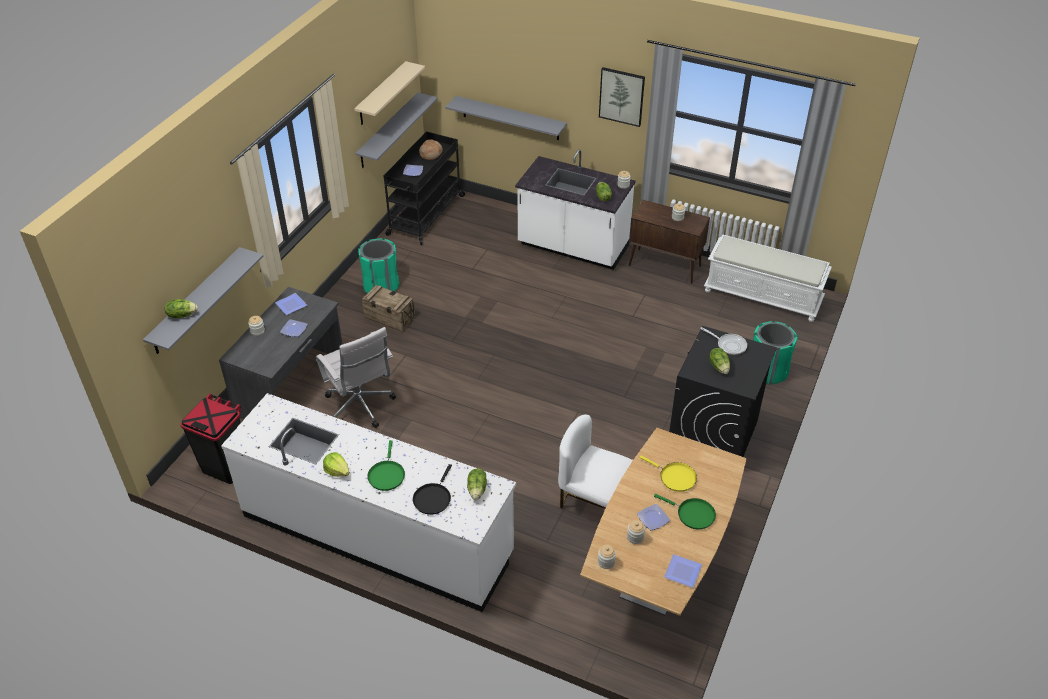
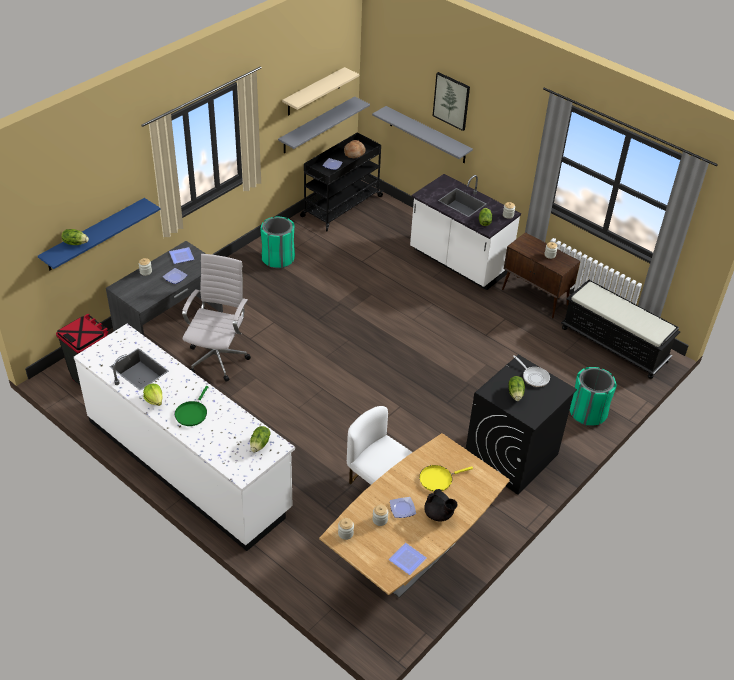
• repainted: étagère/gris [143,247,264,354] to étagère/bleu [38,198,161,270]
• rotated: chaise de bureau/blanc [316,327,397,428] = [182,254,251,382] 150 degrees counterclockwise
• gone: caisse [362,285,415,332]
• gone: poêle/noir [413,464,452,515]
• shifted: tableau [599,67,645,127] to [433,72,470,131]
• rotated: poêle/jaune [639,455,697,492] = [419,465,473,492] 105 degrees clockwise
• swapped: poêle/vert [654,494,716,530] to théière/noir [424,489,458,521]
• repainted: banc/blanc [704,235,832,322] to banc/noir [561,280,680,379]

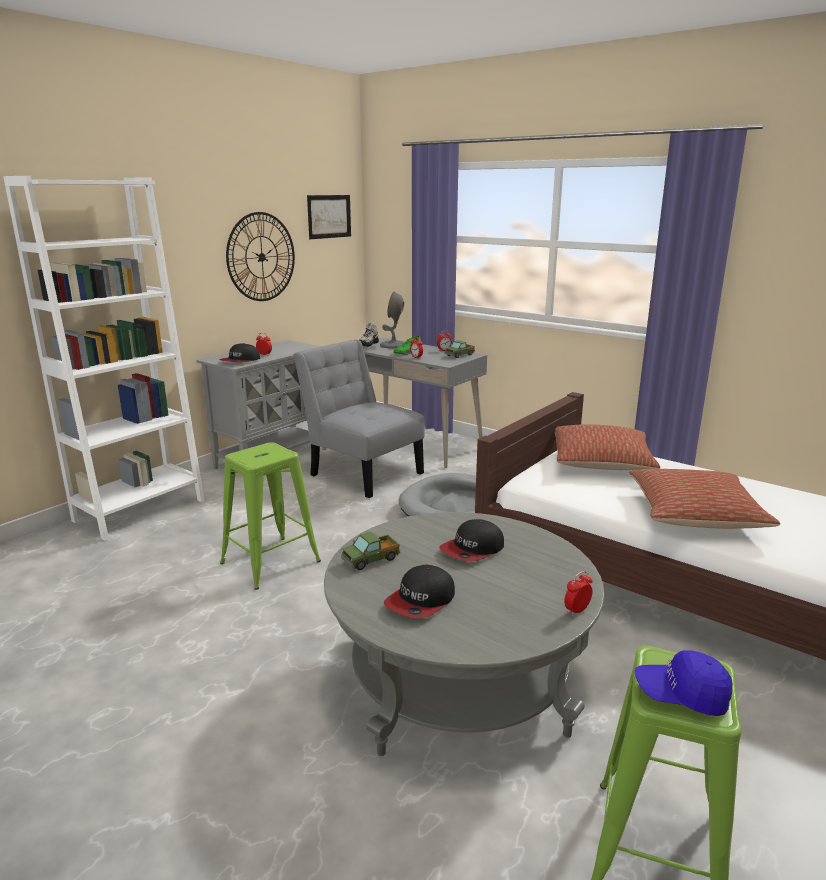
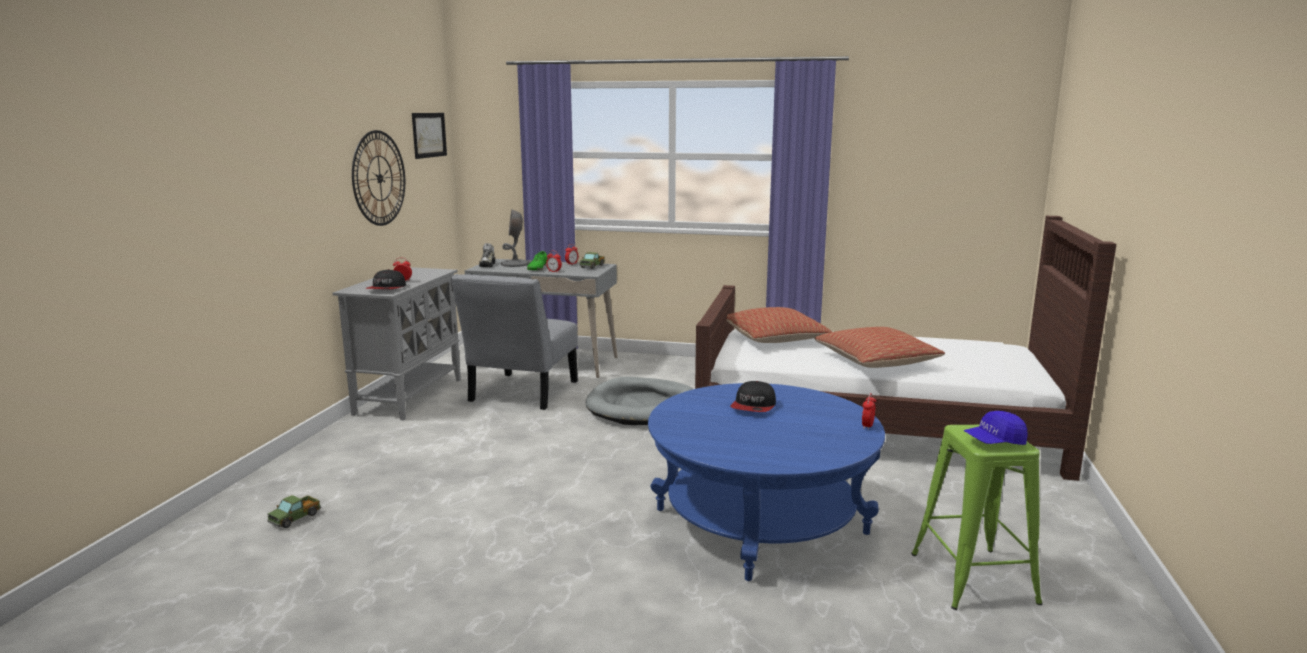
• gone: bibliothèque/blanc [3,176,205,541]
• gone: tabouret/vert [220,442,321,590]
• rotated: chaise/gris [293,340,425,498] = [451,274,578,410] 90 degrees counterclockwise
• repainted: table basse/gris [324,512,604,756] to table basse/bleu [648,383,885,581]
• shifted: camion jouet [341,532,400,570] to [267,495,321,528]
• gone: casquette [384,565,455,618]

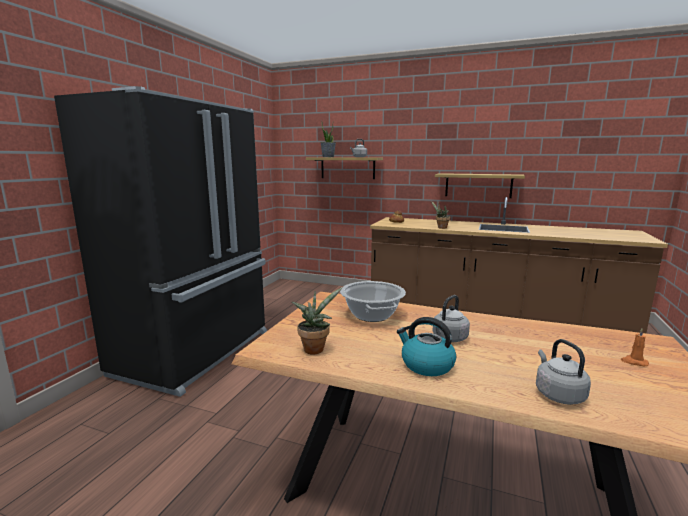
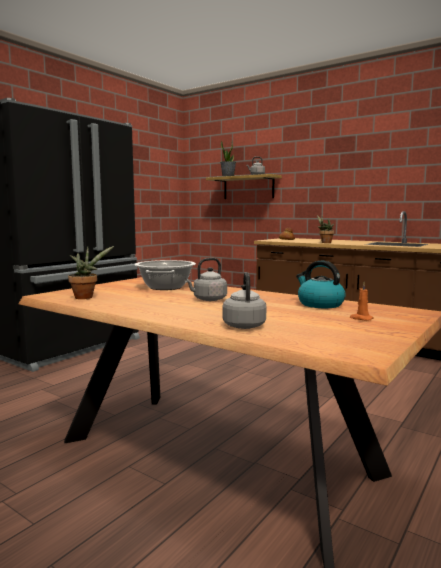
• shifted: bouilloire [397,317,456,376] to [296,261,346,308]
• gone: étagère [435,173,525,198]

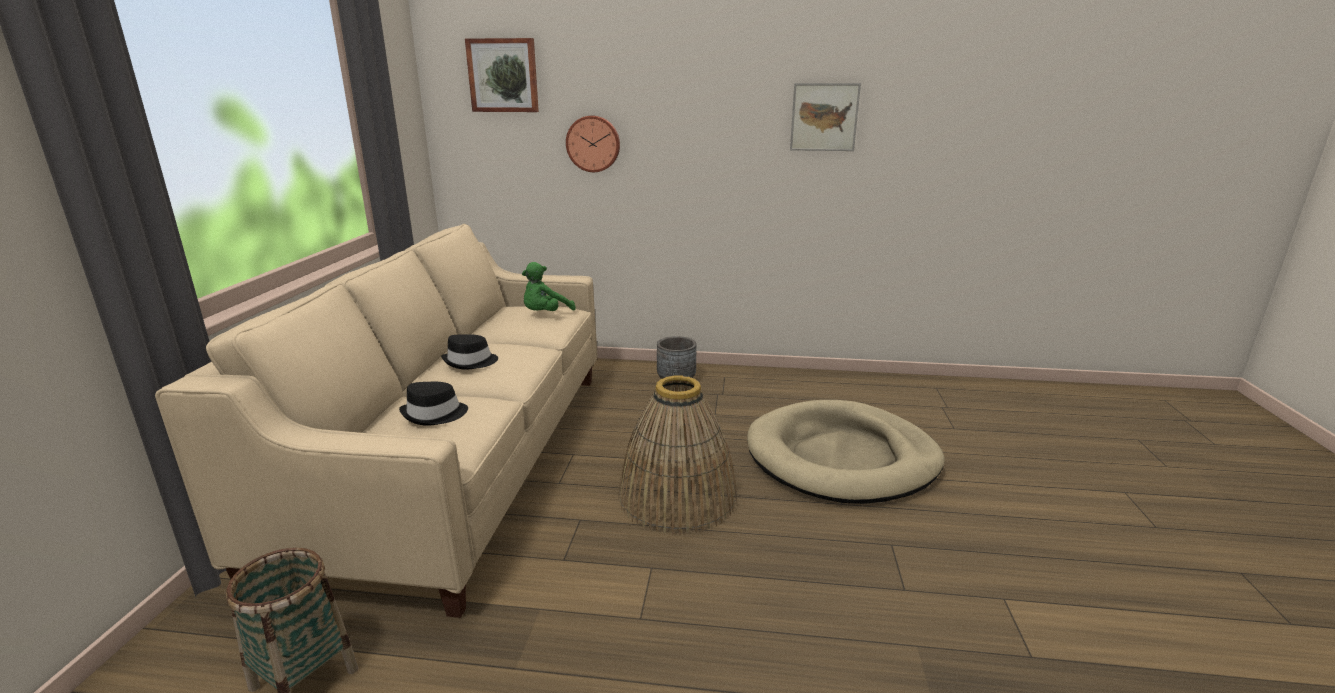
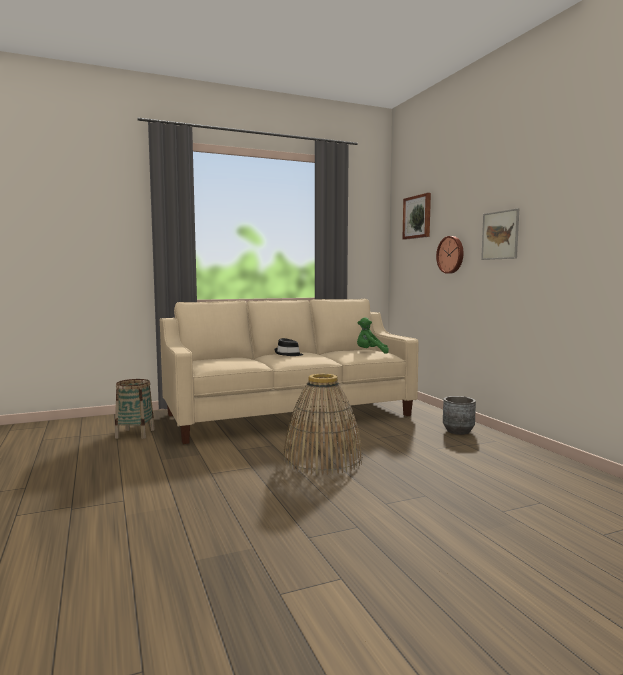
• gone: chapeau/noir [399,382,468,426]
• gone: panier pour chien/beige [747,400,945,504]
• shifted: tableau [790,83,861,151] to [481,208,519,260]

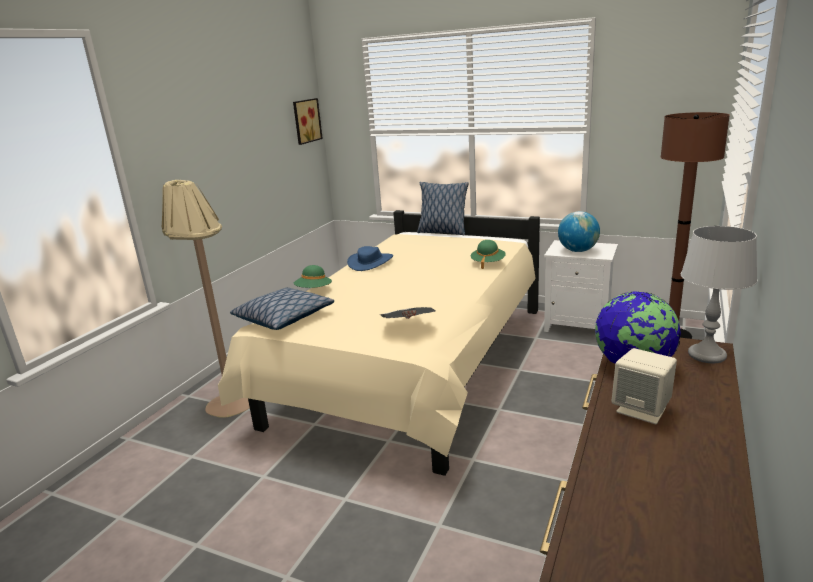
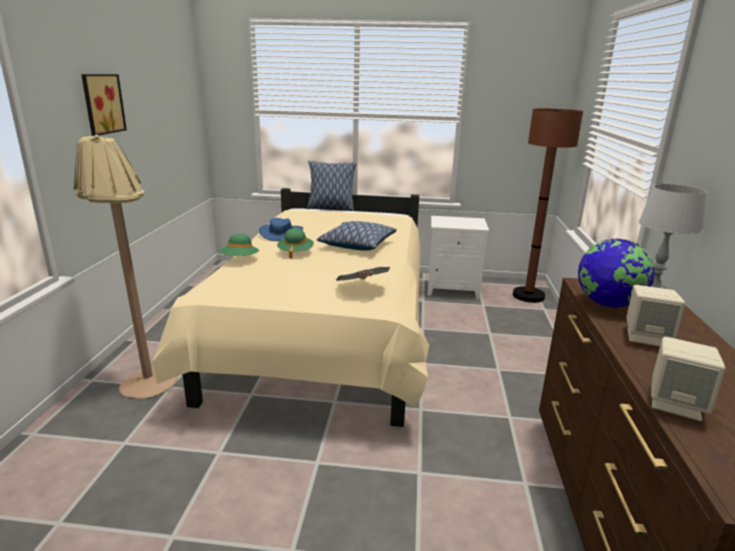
• shifted: coussin [230,287,334,330] to [317,221,397,251]
• shifted: tableau [293,98,323,145] to [81,74,127,136]
• shifted: chapeau/vert [471,240,506,269] to [277,228,314,259]
• gone: globe [558,211,600,252]
• new: enceinte/beige [651,337,725,422]

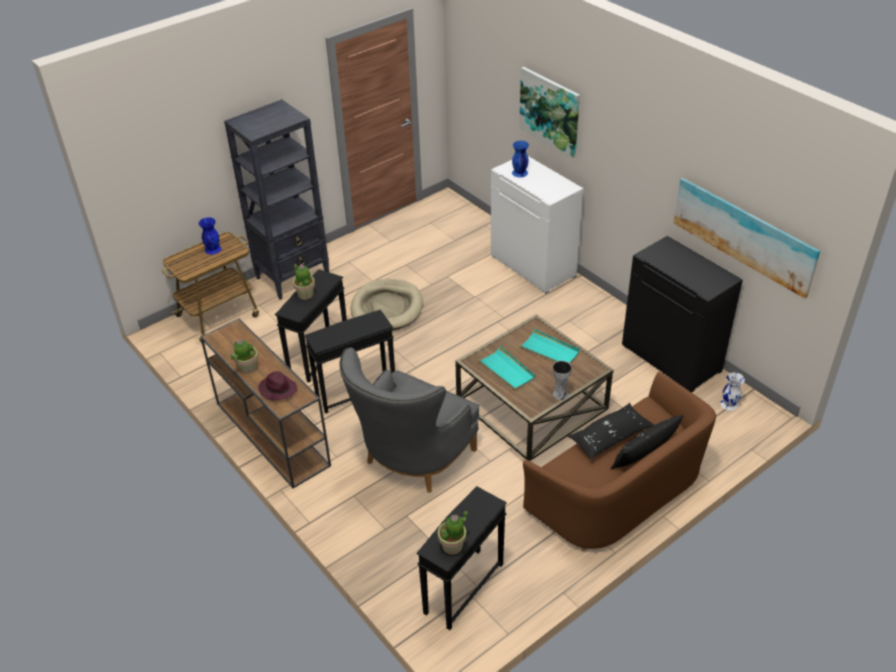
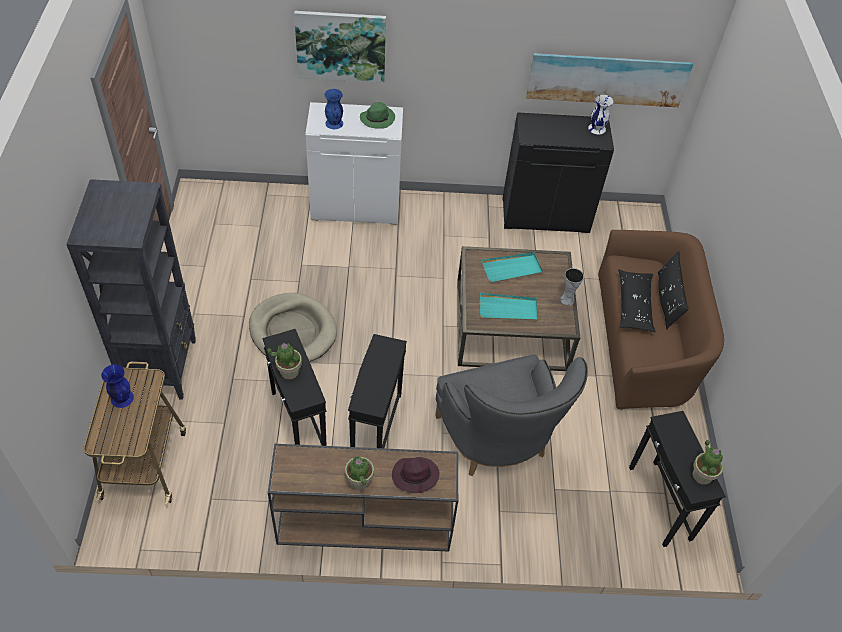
• shifted: vase/blanc [720,372,745,411] to [588,95,613,134]
• new: chapeau/vert [360,102,395,129]

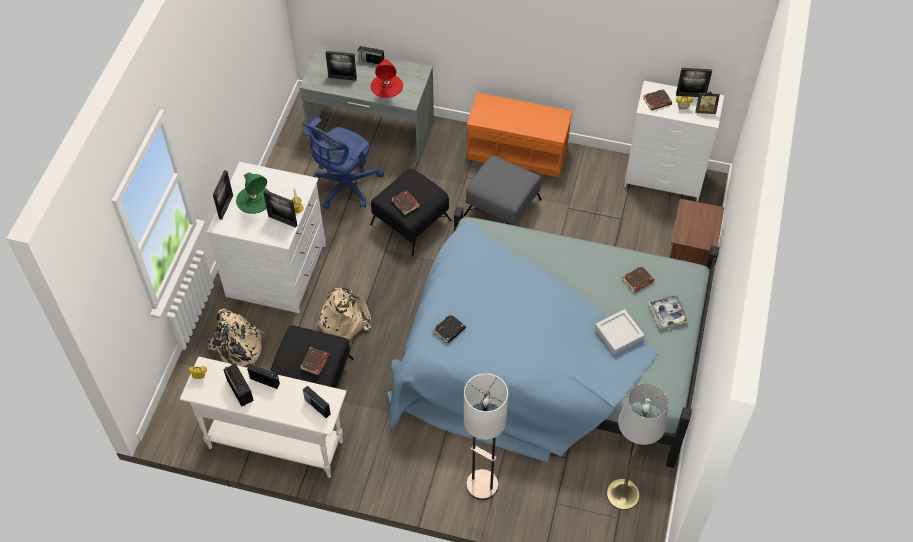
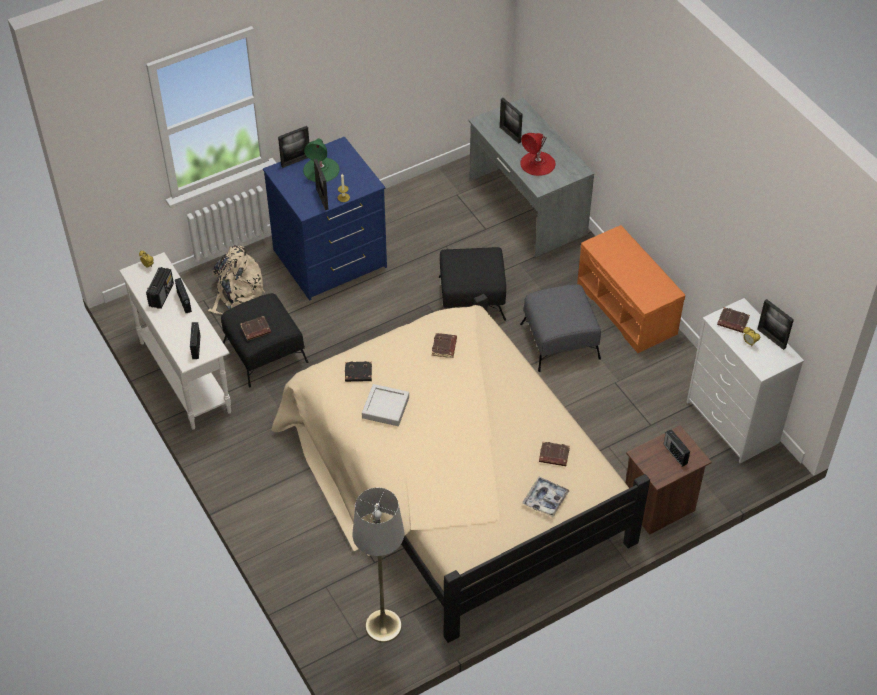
• repainted: commode/blanc [207,162,326,313] to commode/bleu [263,137,387,300]
• gone: chaise de bureau/bleu [301,117,384,209]
• gone: sac à dos/beige [315,287,372,340]
• shifted: radio [358,46,384,65] to [663,429,690,467]
• repainted: lit/bleu [387,207,719,468] to lit/beige [272,294,650,643]
• shifted: livre/marron [391,190,420,215] to [432,333,457,358]
• gone: lampadaire [464,373,508,500]
• shifted: plateau/gris [595,309,645,354] to [362,384,409,426]
• gone: cadre photo [695,91,720,114]

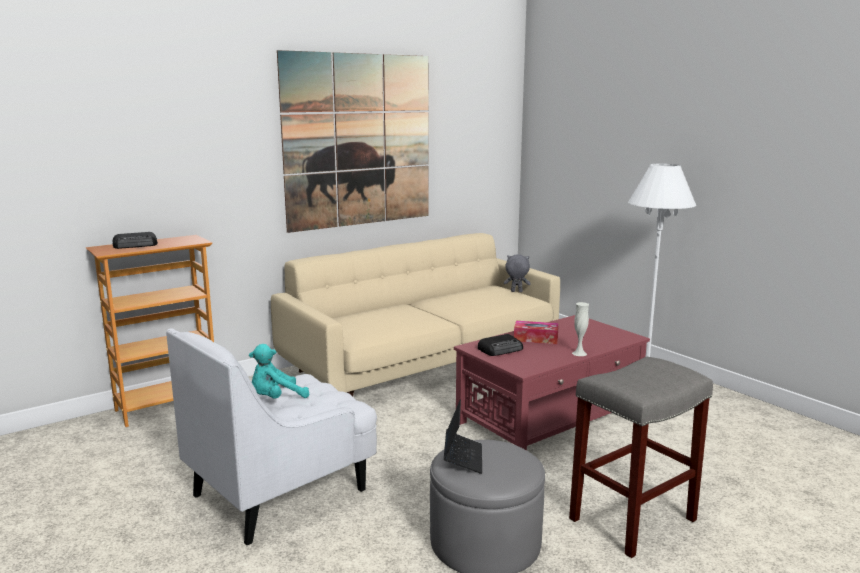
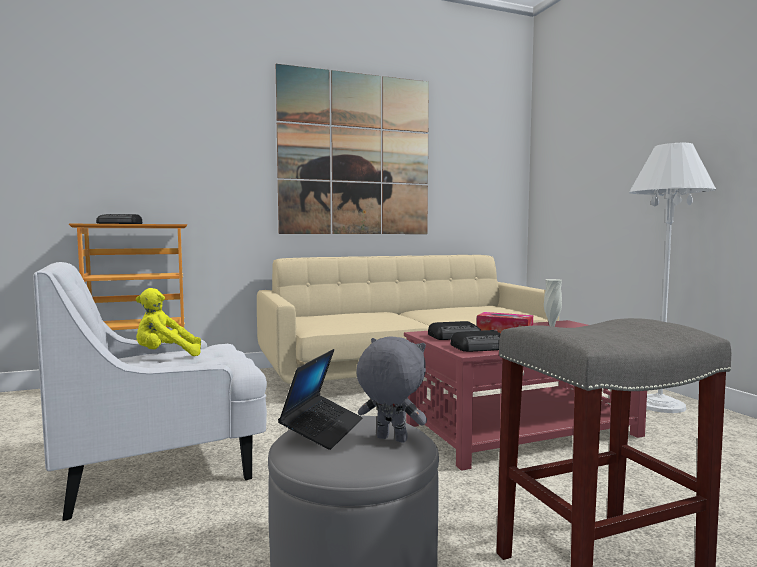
• repainted: peluche/turquoise [249,344,309,399] to peluche/jaune [136,288,201,356]
• shifted: peluche/gris [504,254,531,292] to [356,336,427,443]
• new: radio [451,330,501,352]

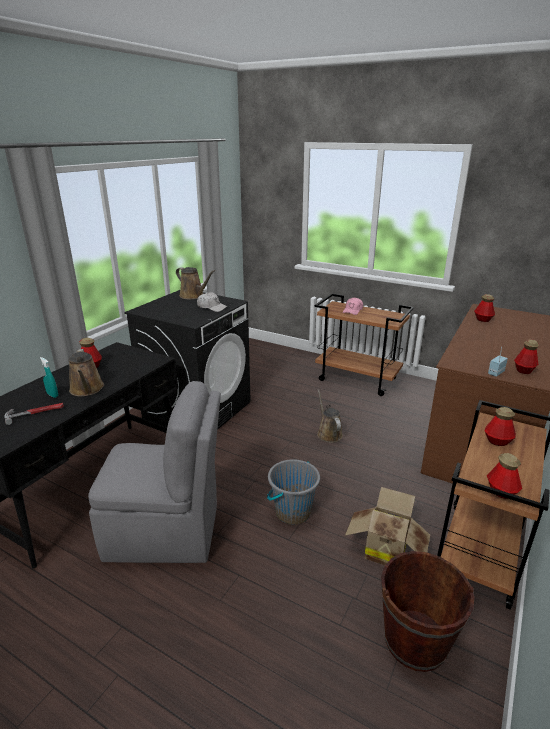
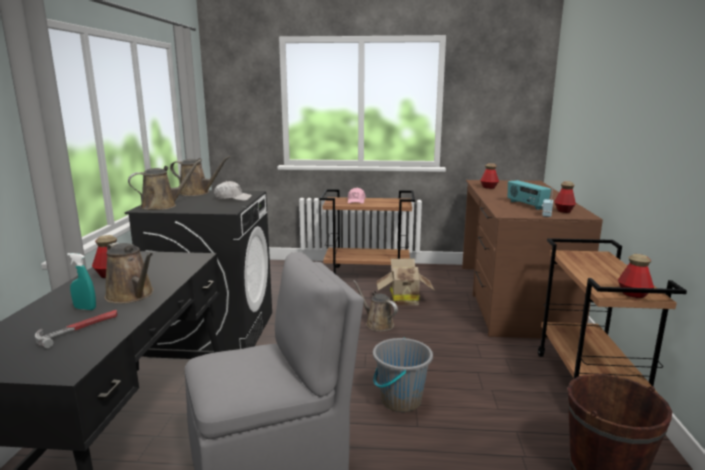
• shifted: carton [345,487,430,565] to [376,259,434,306]
• gone: bouteille [485,407,516,446]
• new: arrosoir/marron [128,160,202,210]
• new: radio [508,180,551,210]

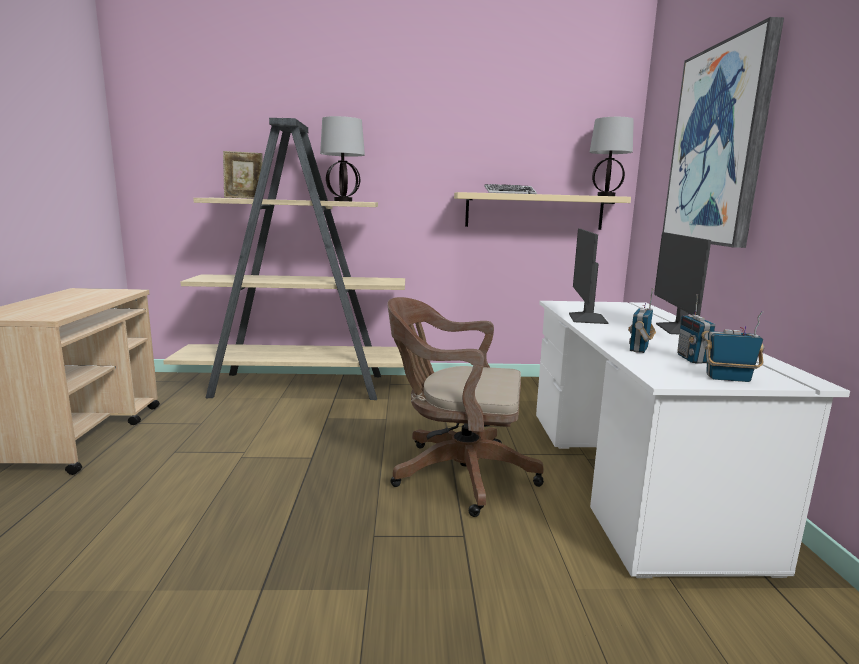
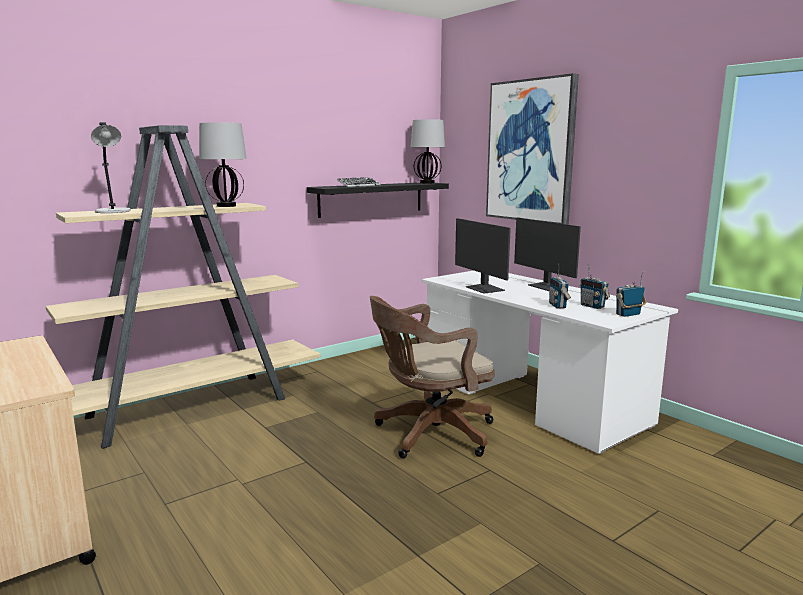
• swapped: cadre photo [223,151,262,199] to lampe de table/gris [91,122,131,213]
• repainted: étagère/beige [454,192,631,230] to étagère/noir [307,183,449,218]

